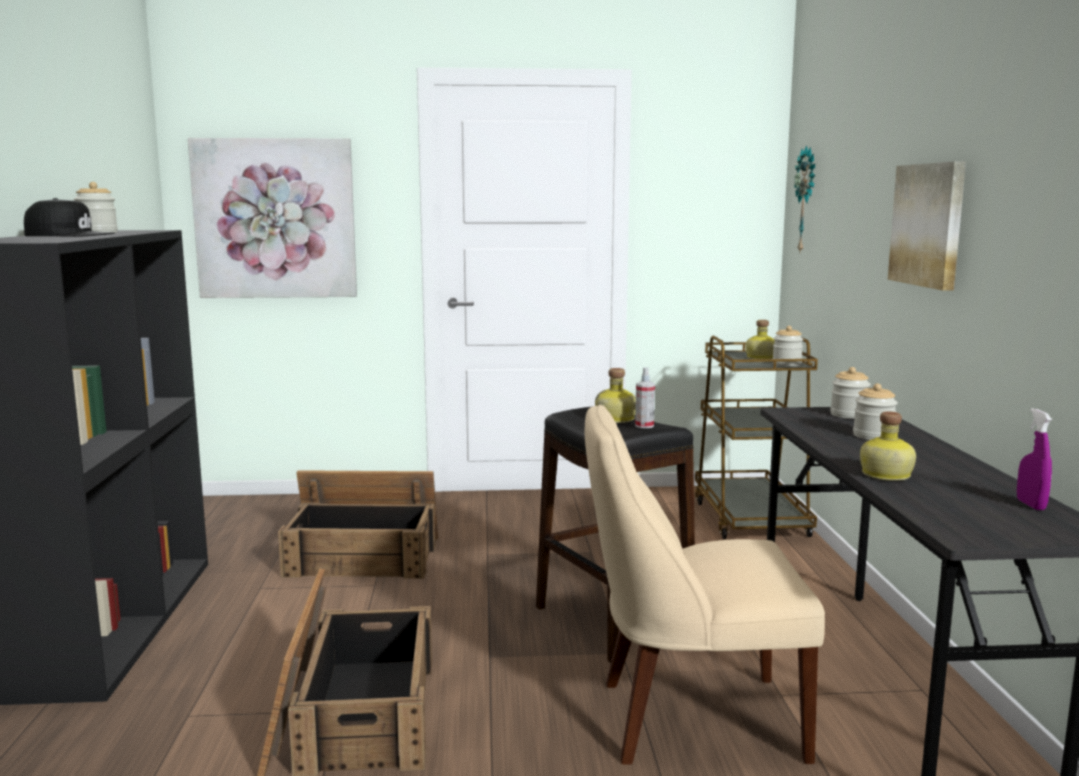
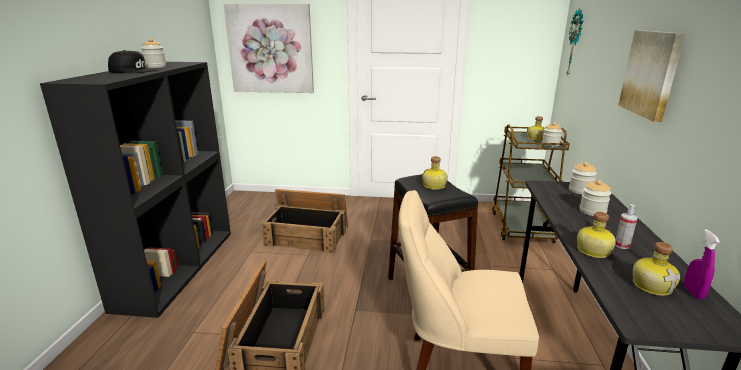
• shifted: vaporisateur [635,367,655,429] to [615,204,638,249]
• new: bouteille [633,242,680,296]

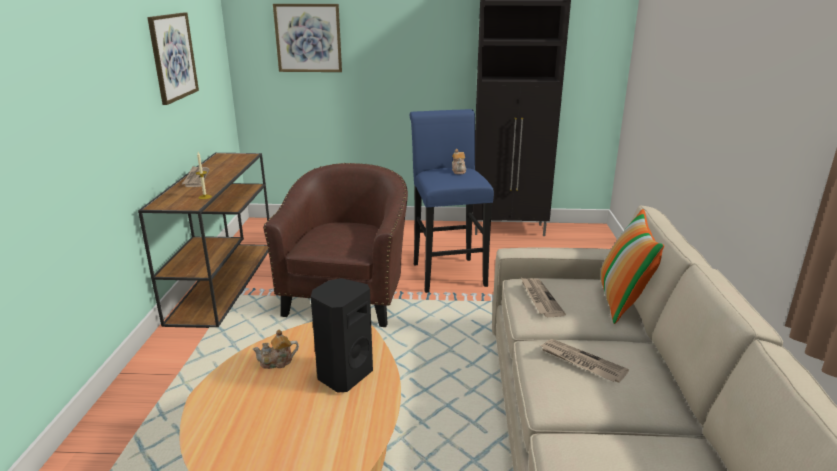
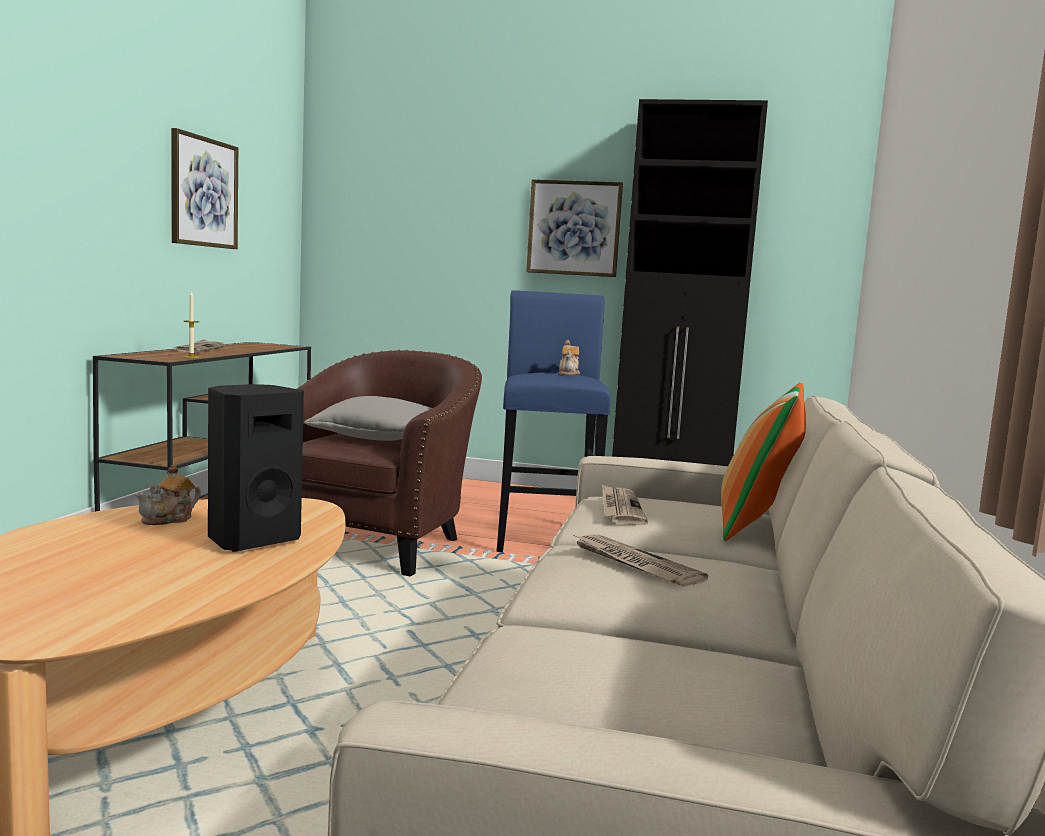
• rotated: théière [253,329,299,369] = [135,465,201,525] 45 degrees counterclockwise
• shifted: tableau [273,4,342,72] to [526,179,623,277]
• new: coussin/gris [304,396,432,441]

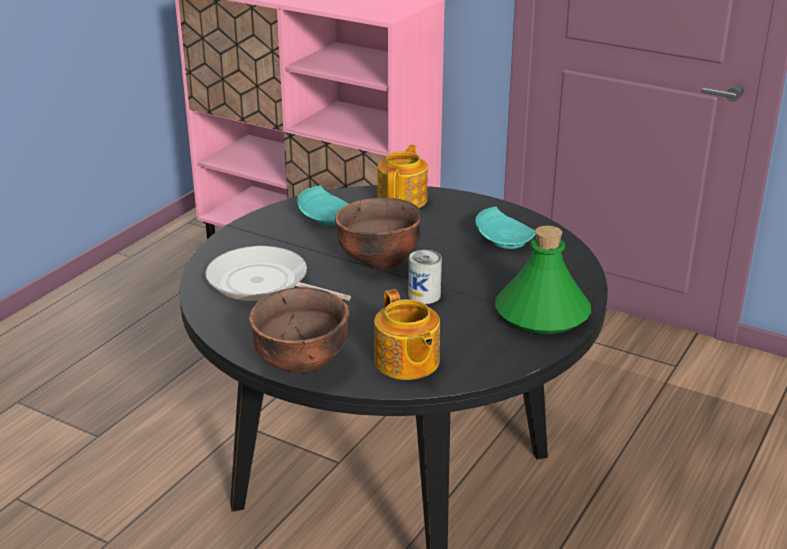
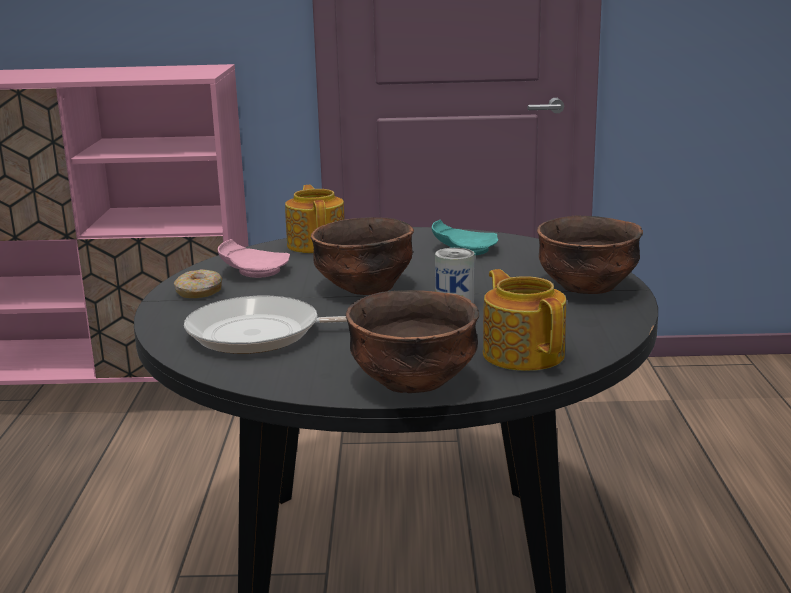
• repainted: assiette/turquoise [297,185,348,225] to assiette/rose [218,239,290,278]
• rotated: théière [374,289,440,380] = [483,269,566,371] 150 degrees counterclockwise
• swapped: bouteille/vert [495,226,591,334] to bol/marron [537,215,643,294]
• new: beignet [174,269,222,298]

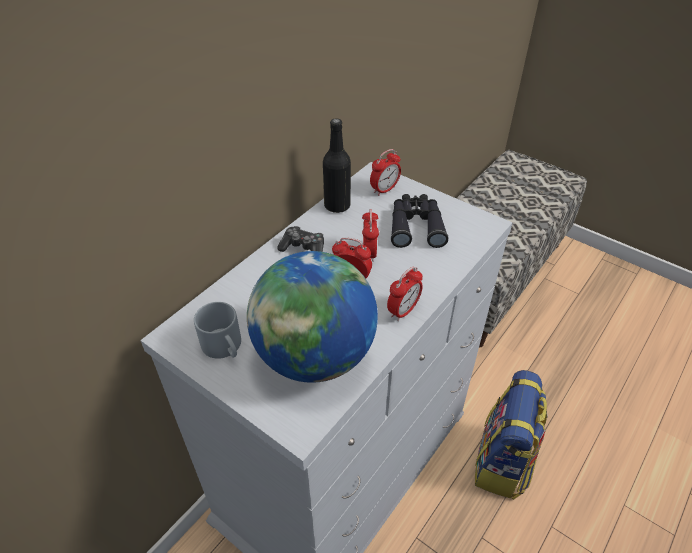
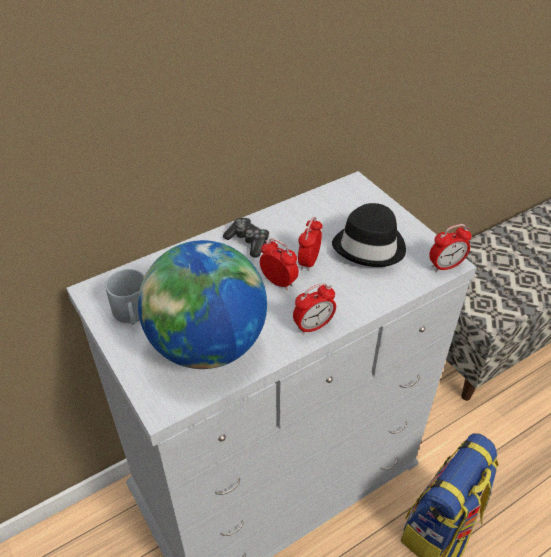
• gone: bouteille/noir [323,118,351,213]
• shifted: réveil [370,149,401,196] to [429,224,472,272]
• swapped: jumelles/noir [391,194,448,248] to chapeau/noir [332,203,406,267]

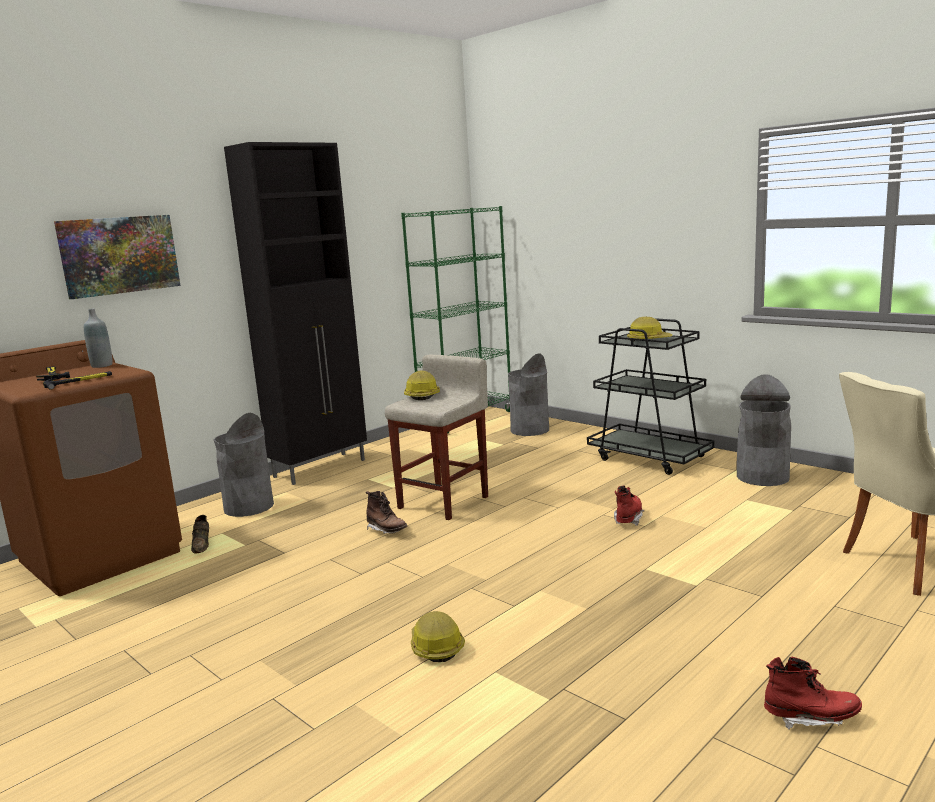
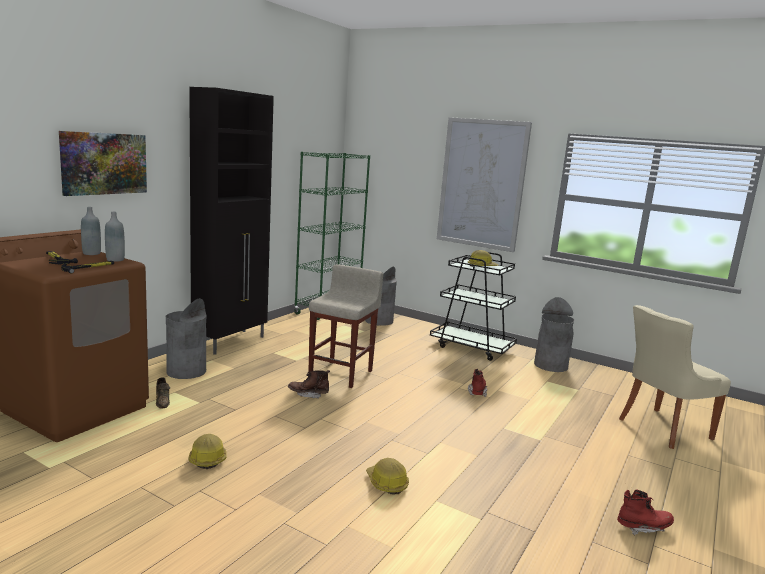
• rotated: botte/marron [366,491,407,534] = [288,370,330,399] 150 degrees clockwise
• shifted: casque de chantier [404,371,440,400] to [188,434,227,469]
• new: bouteille/gris [105,212,125,262]
• new: tableau [437,117,532,252]

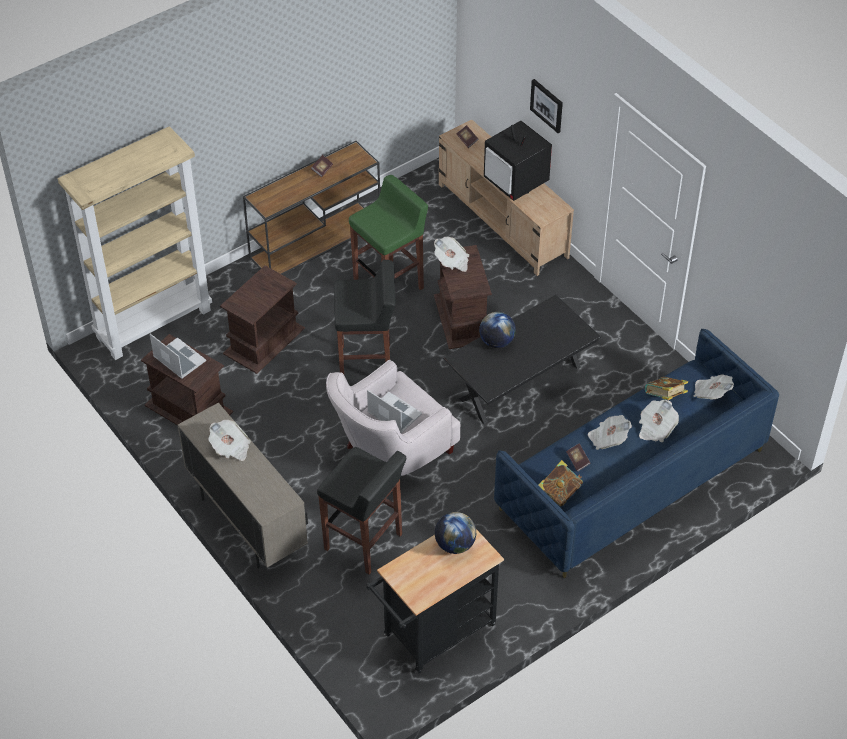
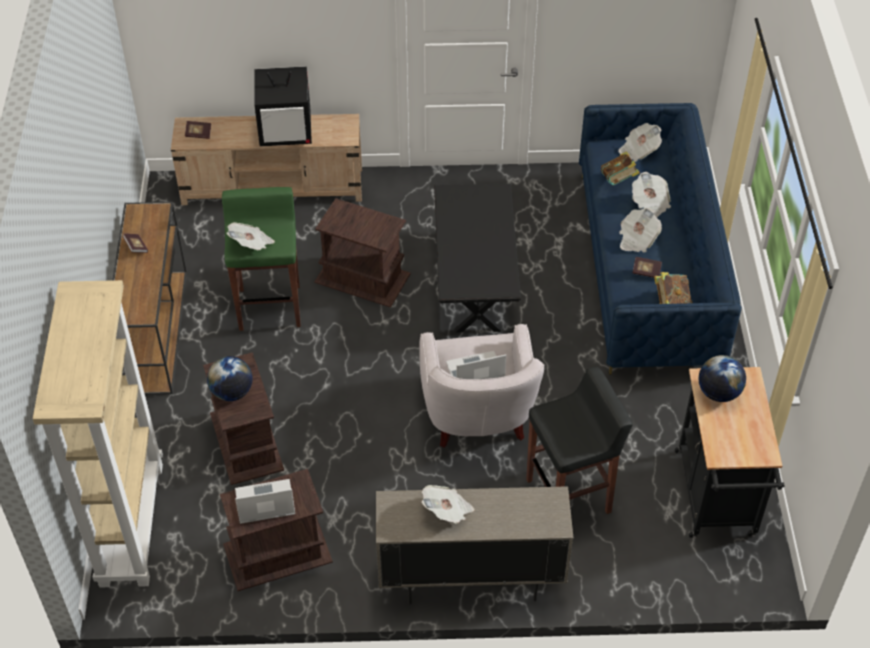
• gone: tabouret/noir [334,260,395,374]
• shifted: journal [434,237,469,272] to [226,222,275,250]
• shifted: globe [479,312,516,348] to [207,356,252,401]
• gone: tableau [530,79,563,133]

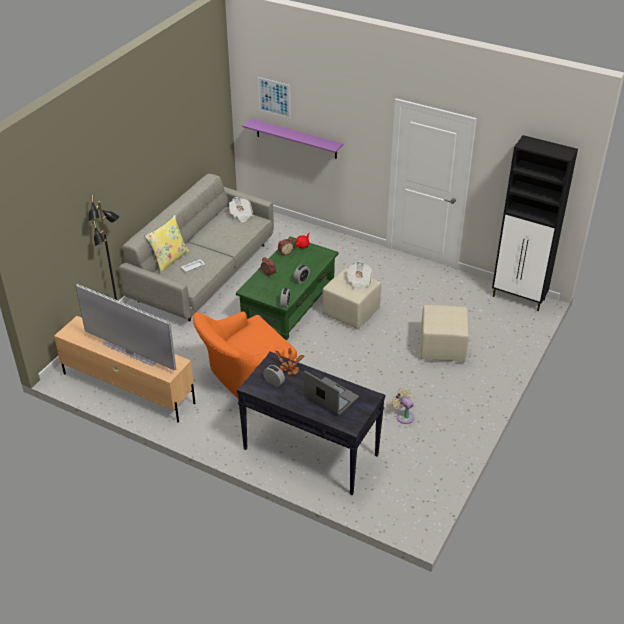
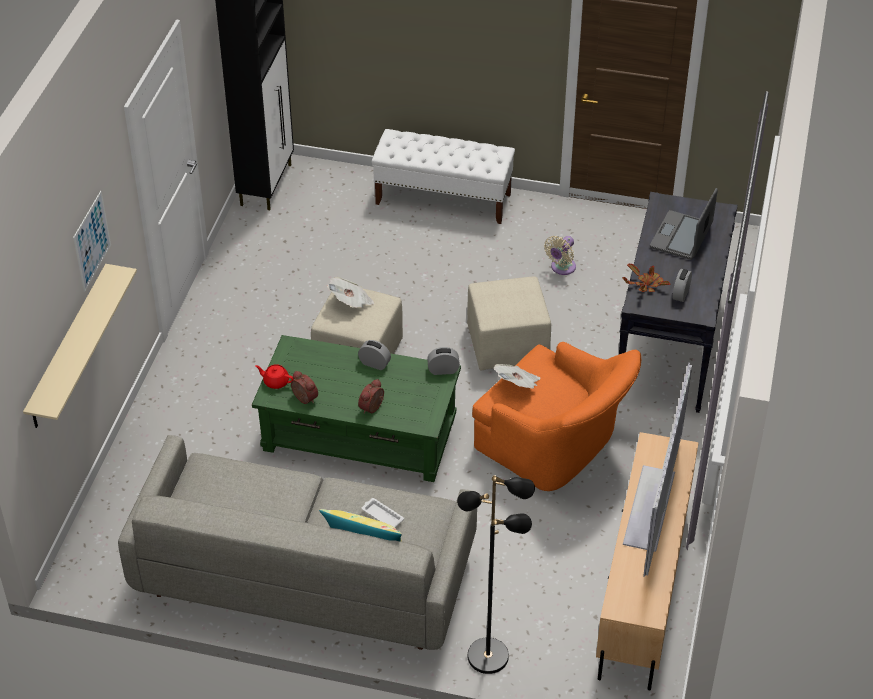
• shifted: journal [229,197,253,222] to [494,364,541,389]
• repainted: étagère/violet [243,119,343,159] to étagère/beige [23,264,137,428]
• shifted: tableau [258,77,291,118] to [73,191,111,292]
• shifted: pouf/beige [420,305,469,362] to [467,276,551,370]
• new: banc/blanc [372,129,515,224]

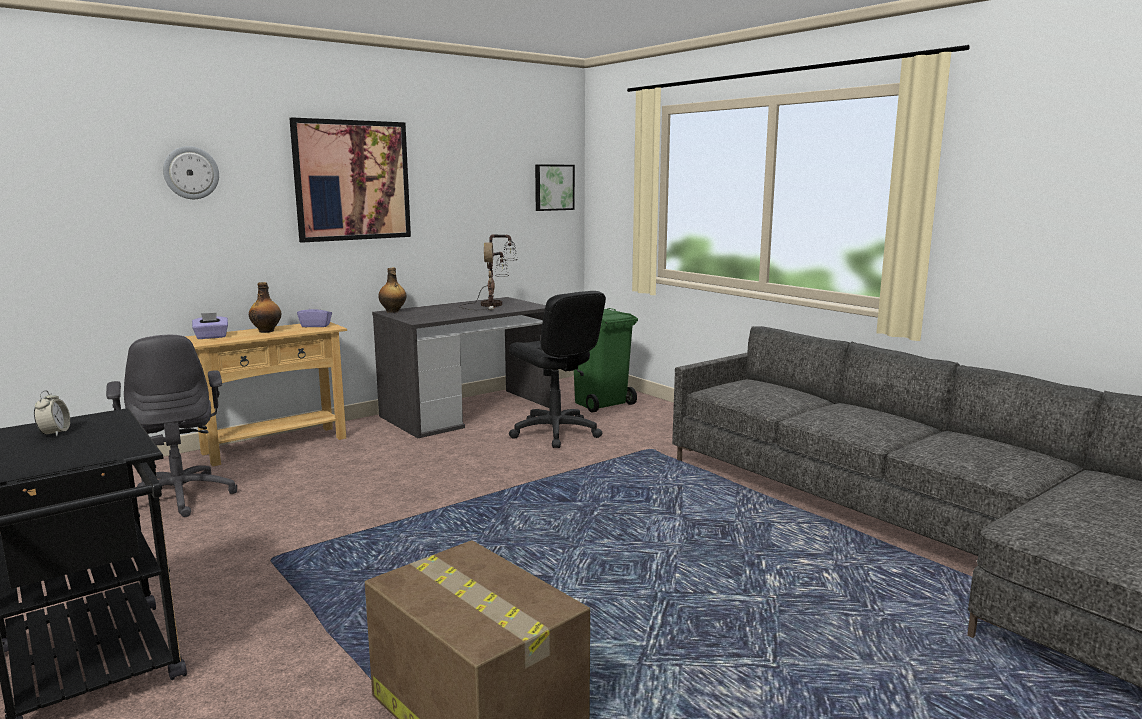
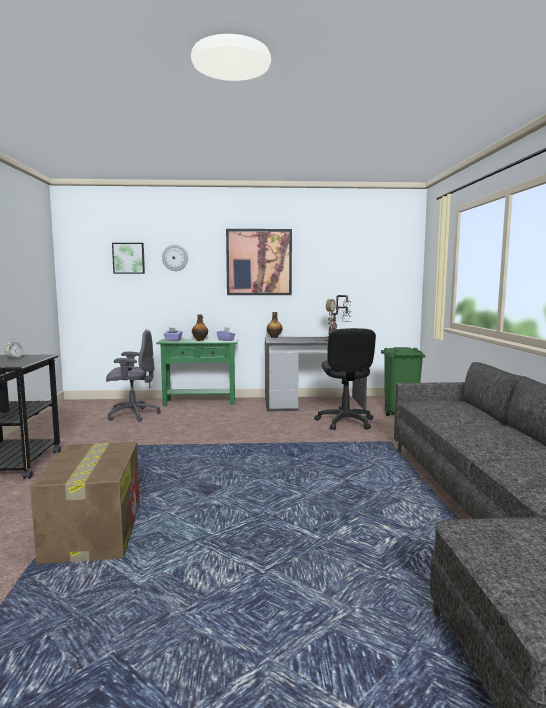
• rotated: chaise de bureau/gris [106,335,237,517] = [106,329,161,422] 105 degrees counterclockwise
• repainted: table console/beige [186,322,347,467] to table console/vert [156,339,238,406]
• shifted: tableau [535,164,575,211] to [112,243,145,274]

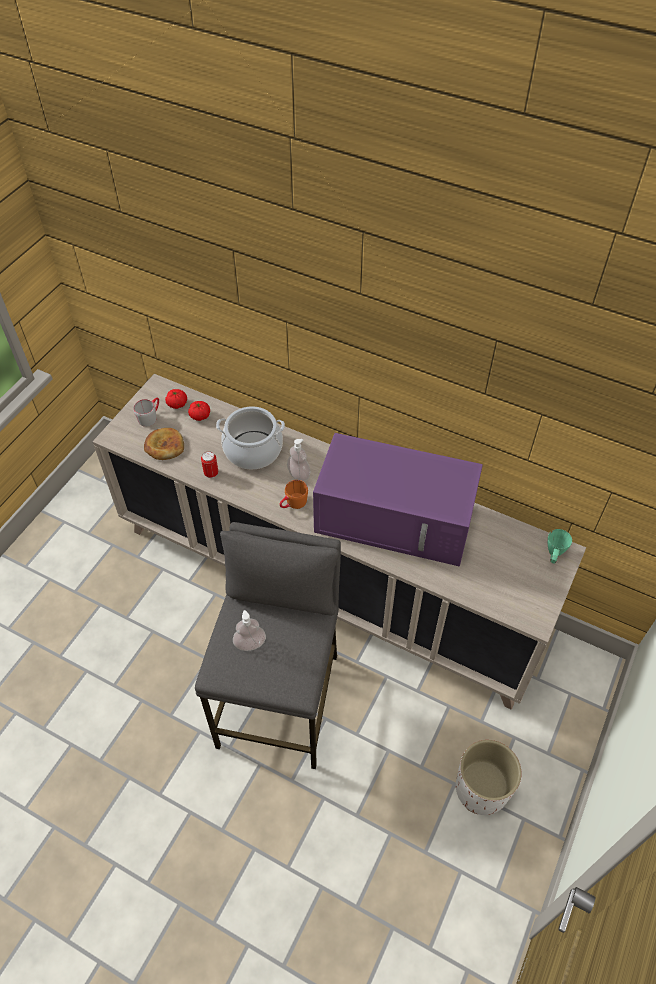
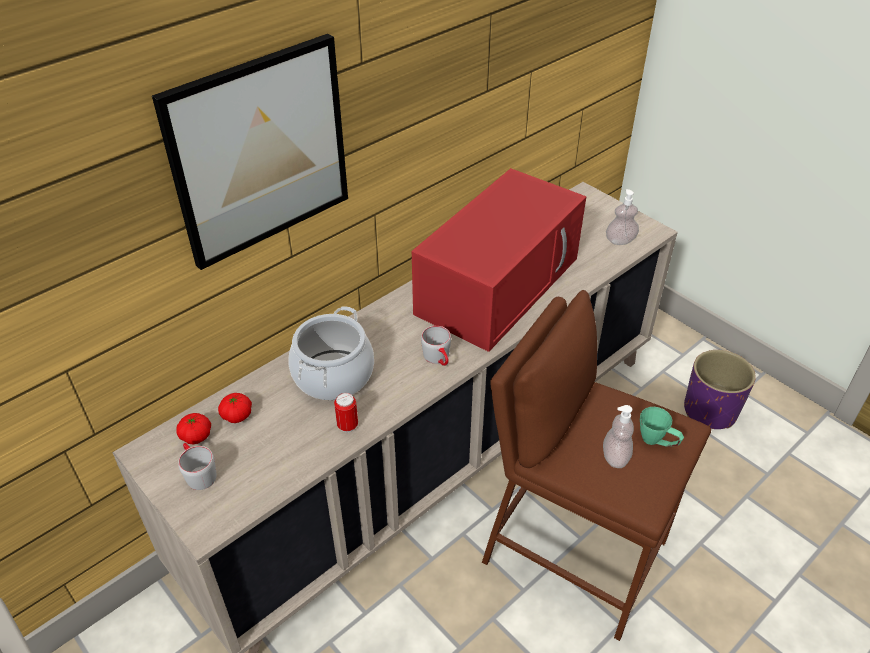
• gone: pain [144,428,184,460]
• repainted: tabouret/gris [195,522,341,769] to tabouret/marron [482,290,711,641]
• repainted: mug/orange [279,480,308,509] to mug/gris [421,326,451,366]
• shifted: distributeur de savon [287,439,310,481] to [606,189,639,245]
• repainted: micro-ondes/violet [313,433,483,566] to micro-ondes/rouge [412,168,586,352]
• repainted: cache-pot/blanc [456,740,522,815] to cache-pot/violet [684,350,756,429]
• shifted: mug/vert [548,529,572,564] to [640,407,684,447]
• new: tableau [152,34,348,270]

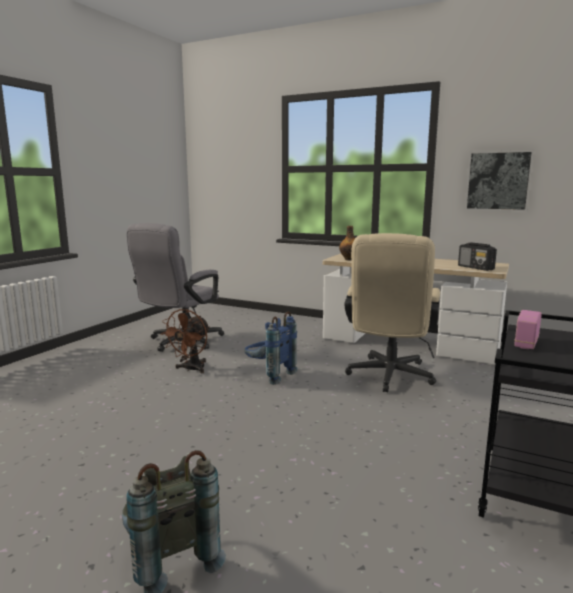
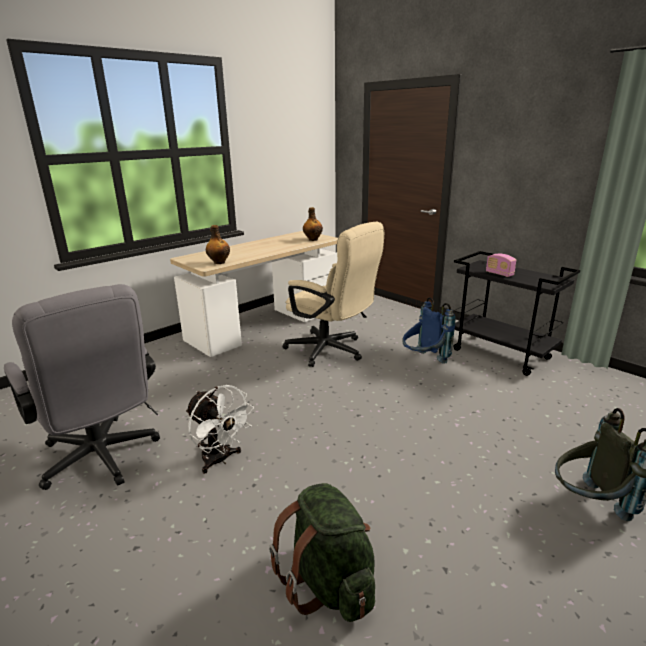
• repainted: ventilateur/marron [160,309,210,373] to ventilateur/blanc [186,385,254,474]
• shifted: sac à dos/bleu [244,312,298,385] to [402,297,456,364]
• swapped: radio [458,242,497,271] to bouteille [303,207,323,241]
• gone: tableau [464,149,535,212]
• new: sac à dos/vert [269,483,375,622]

